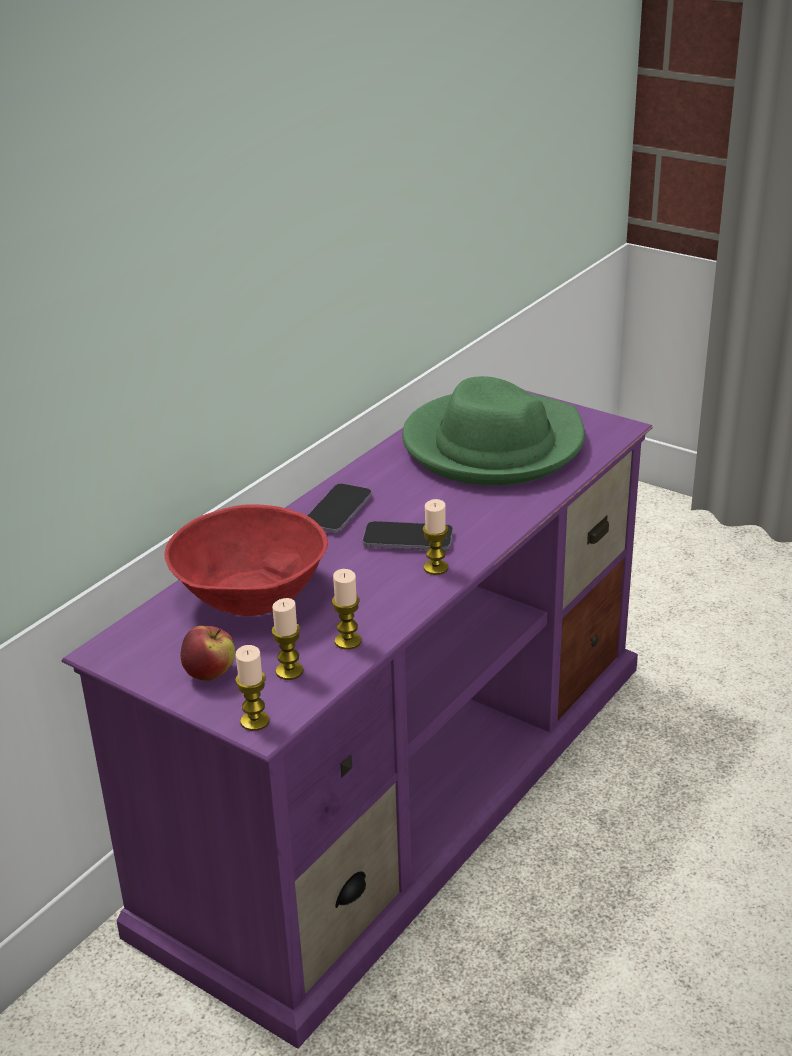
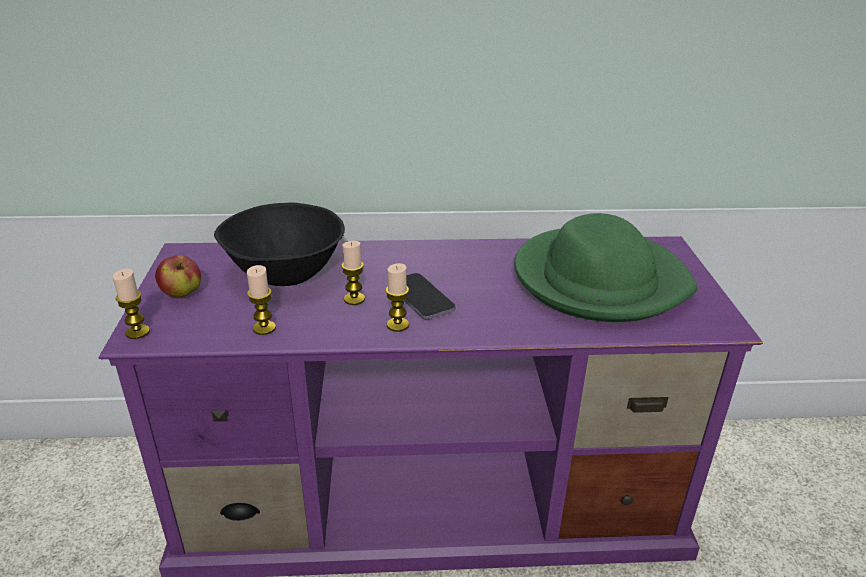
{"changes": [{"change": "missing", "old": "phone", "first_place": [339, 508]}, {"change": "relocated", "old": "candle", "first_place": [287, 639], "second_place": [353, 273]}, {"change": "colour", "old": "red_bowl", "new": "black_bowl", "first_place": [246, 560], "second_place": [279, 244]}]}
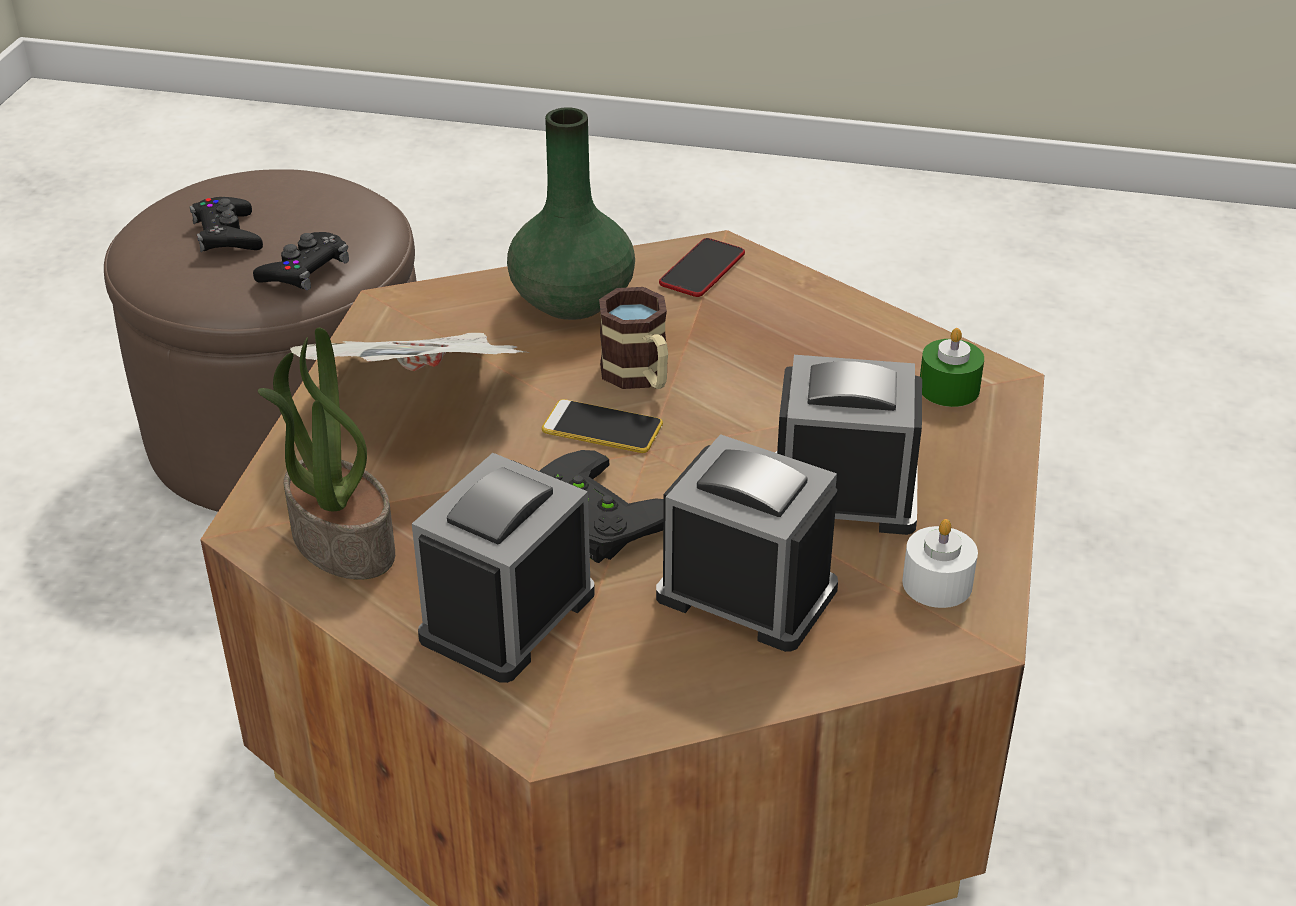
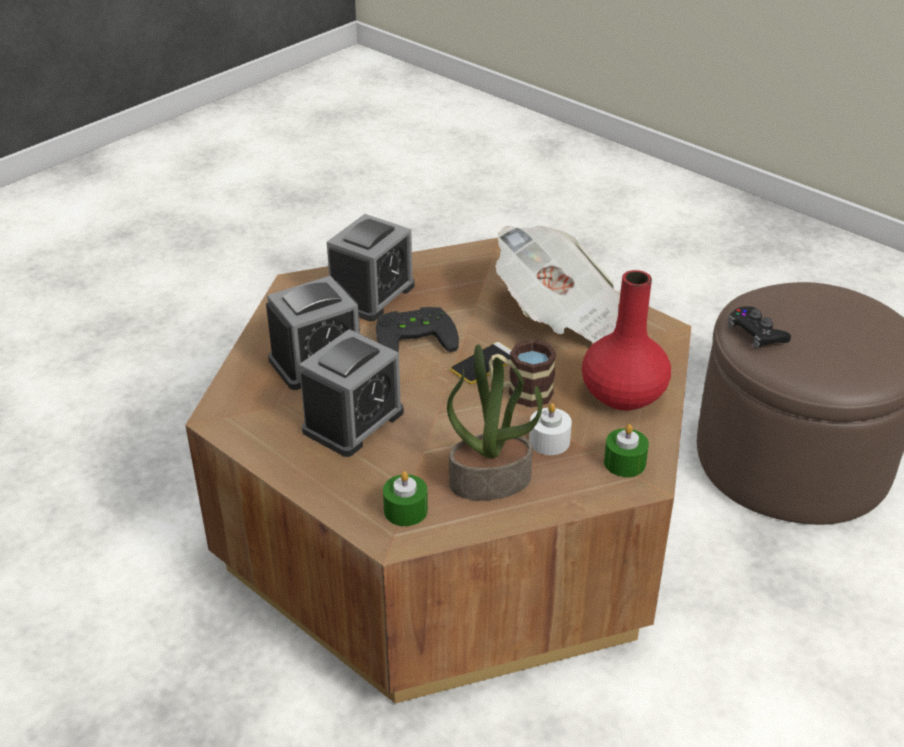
{"changes": [{"change": "missing", "old": "black_game_controller", "first_place": [226, 225]}, {"change": "relocated", "old": "potted_plant", "first_place": [326, 454], "second_place": [495, 422]}, {"change": "relocated", "old": "white_candle", "first_place": [940, 563], "second_place": [550, 429]}, {"change": "exchanged", "old": "phone", "new": "green_candle", "first_place": [702, 267], "second_place": [626, 450]}, {"change": "colour", "old": "green_vase", "new": "red_vase", "first_place": [571, 213], "second_place": [626, 340]}, {"change": "spun", "old": "alarm_clock", "first_place": [503, 568], "second_place": [371, 267], "degrees": 60}]}
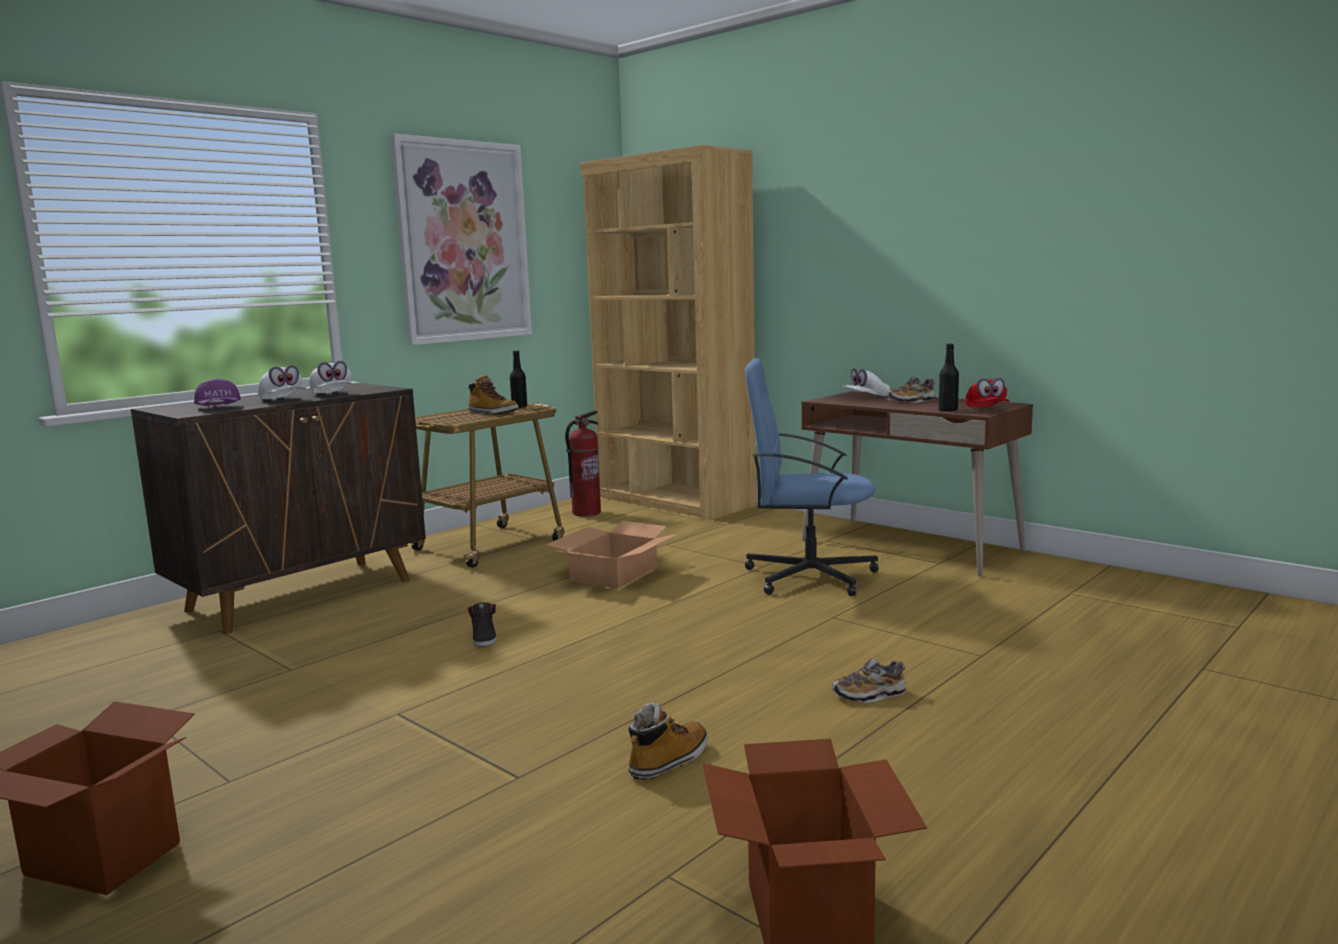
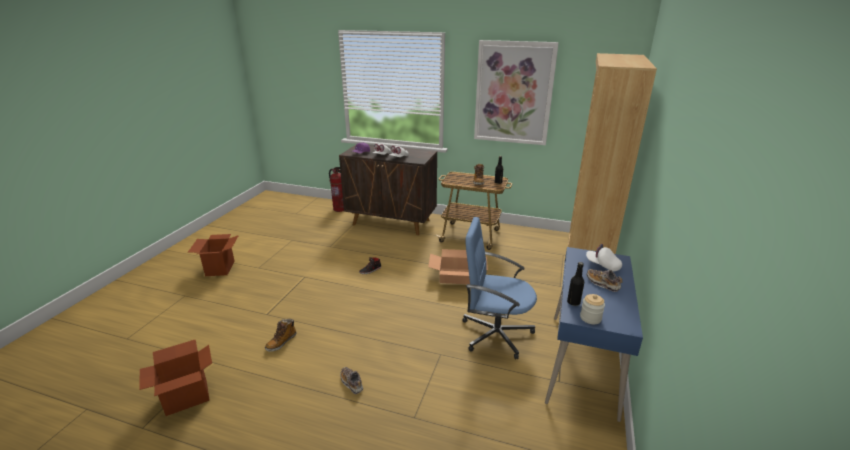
{"changes": [{"change": "relocated", "old": "fire_extinguisher", "first_place": [583, 463], "second_place": [336, 189]}, {"change": "exchanged", "old": "red_cap", "new": "jar", "first_place": [987, 392], "second_place": [592, 309]}, {"change": "colour", "old": "brown_desk", "new": "blue_desk", "first_place": [917, 484], "second_place": [594, 334]}, {"change": "spun", "old": "boot", "first_place": [668, 741], "second_place": [281, 335], "degrees": 105}, {"change": "spun", "old": "blue_office_chair", "first_place": [812, 477], "second_place": [499, 288], "degrees": -60}]}
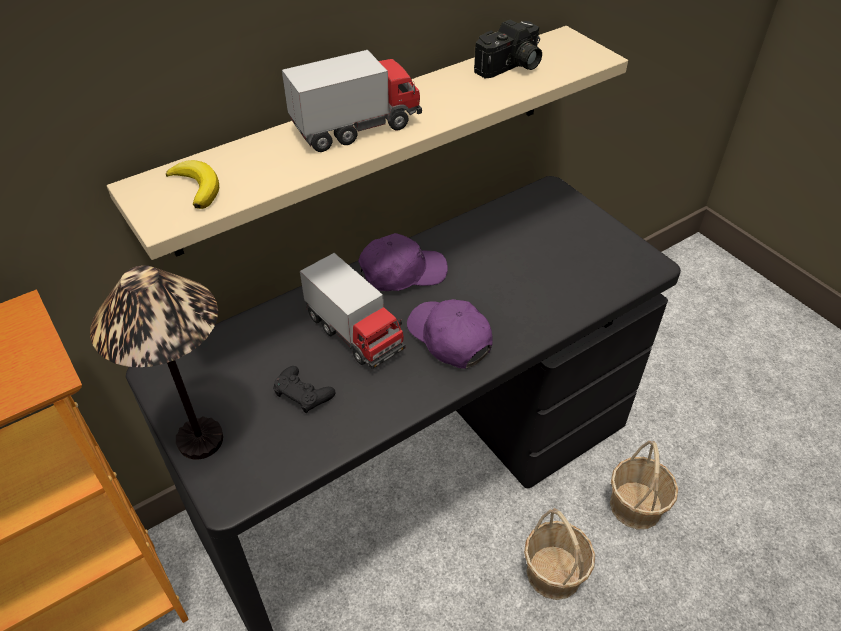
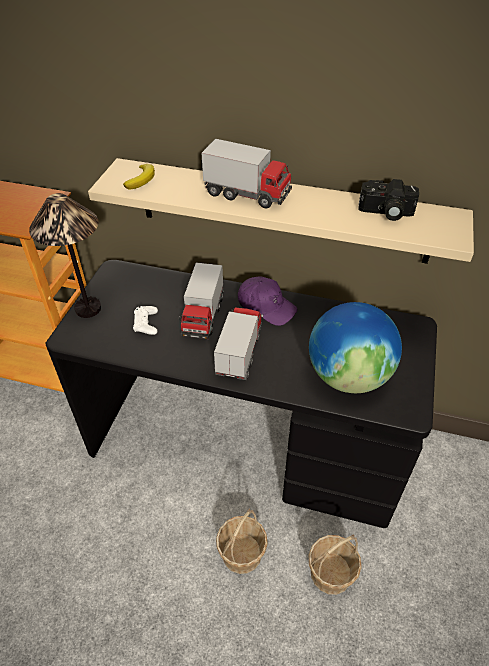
{"changes": [{"change": "appeared", "new": "globe", "second_place": [355, 347]}, {"change": "exchanged", "old": "purple_cap", "new": "toy_truck", "first_place": [450, 334], "second_place": [238, 344]}, {"change": "colour", "old": "black_game_controller", "new": "white_game_controller", "first_place": [304, 389], "second_place": [145, 320]}]}
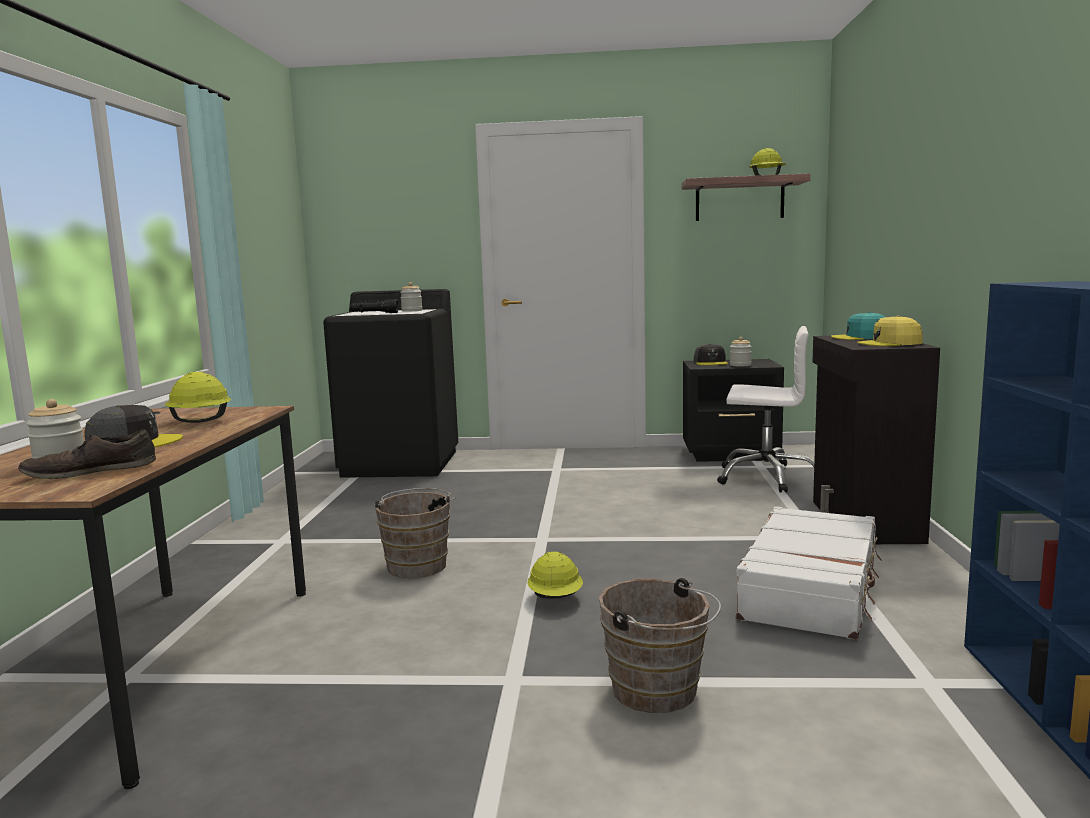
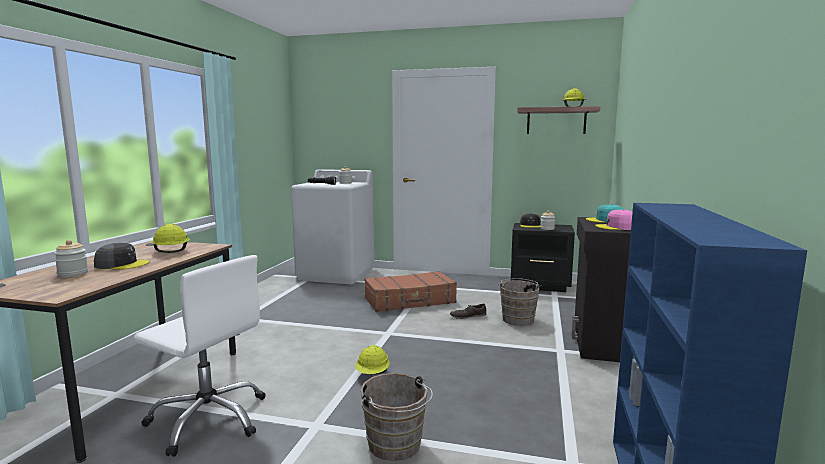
{"changes": [{"change": "missing", "old": "white_suitcase", "first_place": [809, 573]}, {"change": "appeared", "new": "brown_suitcase", "second_place": [411, 291]}, {"change": "relocated", "old": "brown_shoe", "first_place": [87, 454], "second_place": [468, 311]}, {"change": "relocated", "old": "brown_bucket", "first_place": [414, 533], "second_place": [520, 302]}, {"change": "relocated", "old": "white_office_chair", "first_place": [765, 409], "second_place": [200, 356]}, {"change": "colour", "old": "black_washing_machine", "new": "white_washing_machine", "first_place": [390, 383], "second_place": [332, 226]}, {"change": "colour", "old": "yellow_cap", "new": "pink_cap", "first_place": [890, 331], "second_place": [613, 219]}]}
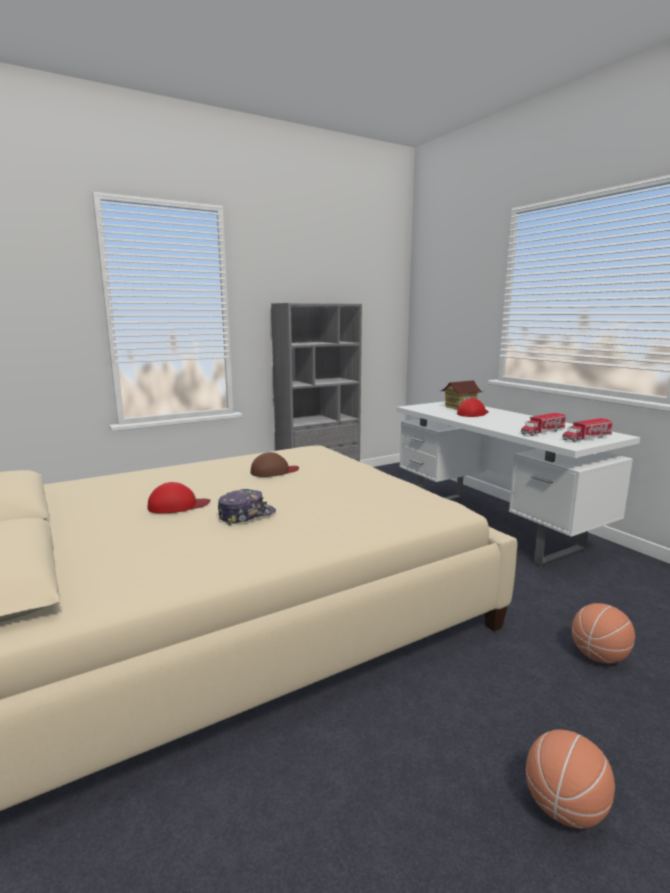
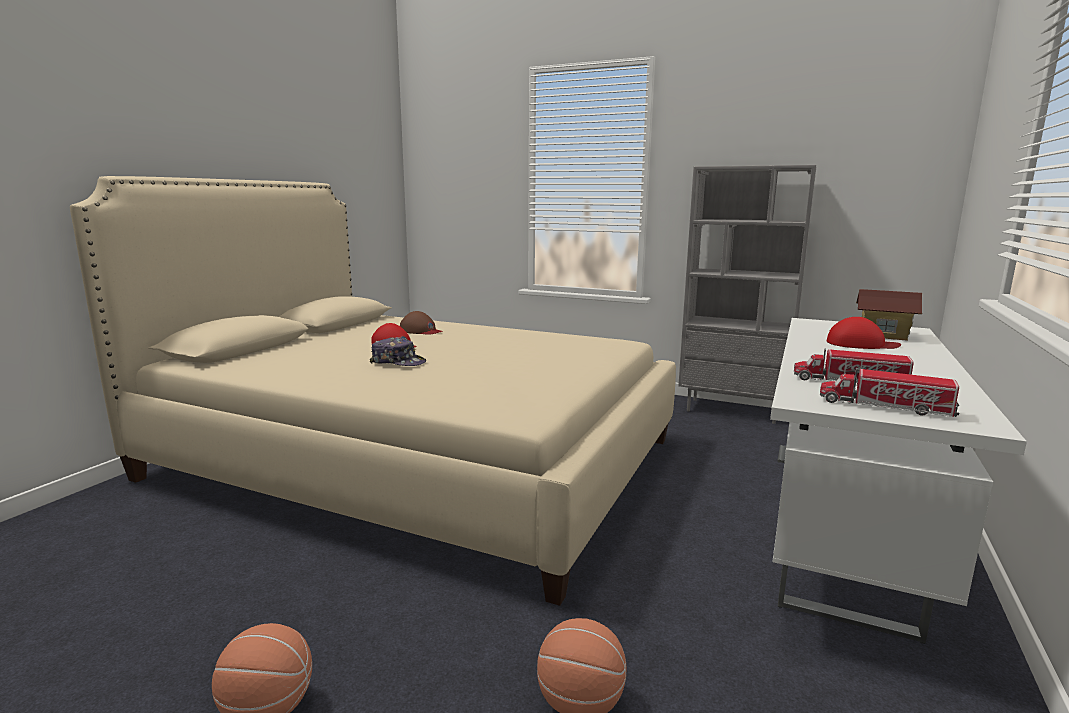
{"changes": [{"change": "relocated", "old": "brown_cap", "first_place": [275, 464], "second_place": [421, 323]}]}
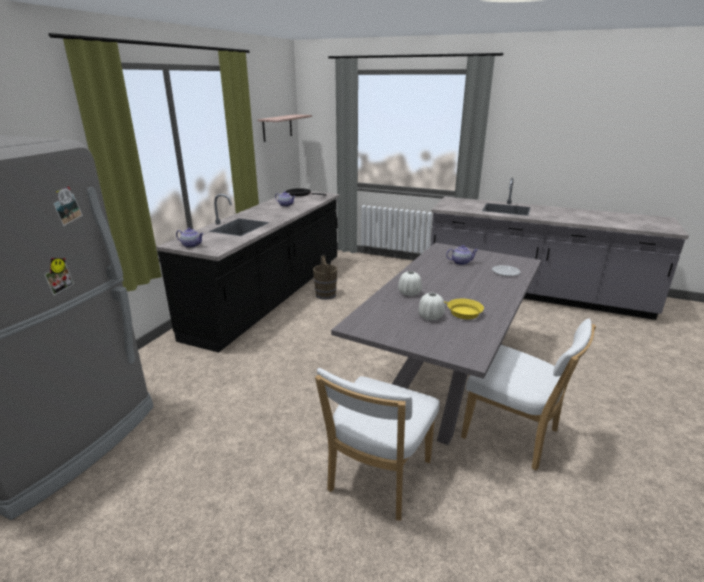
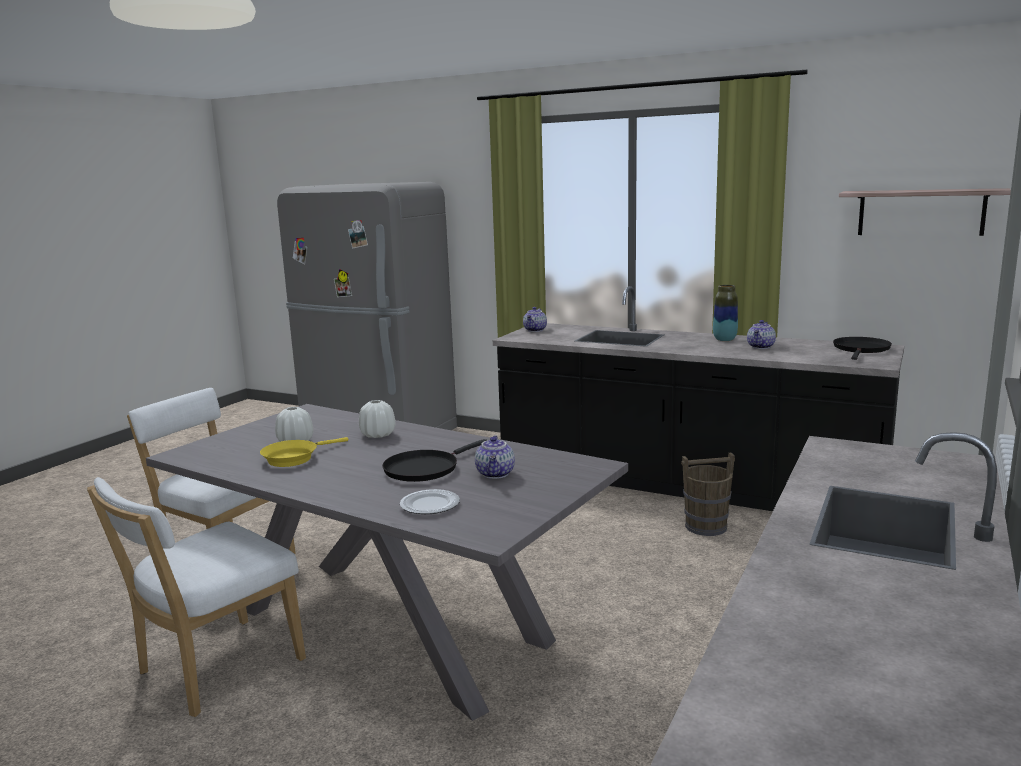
{"changes": [{"change": "appeared", "new": "black_frying_pan", "second_place": [434, 460]}, {"change": "appeared", "new": "vase", "second_place": [725, 313]}]}
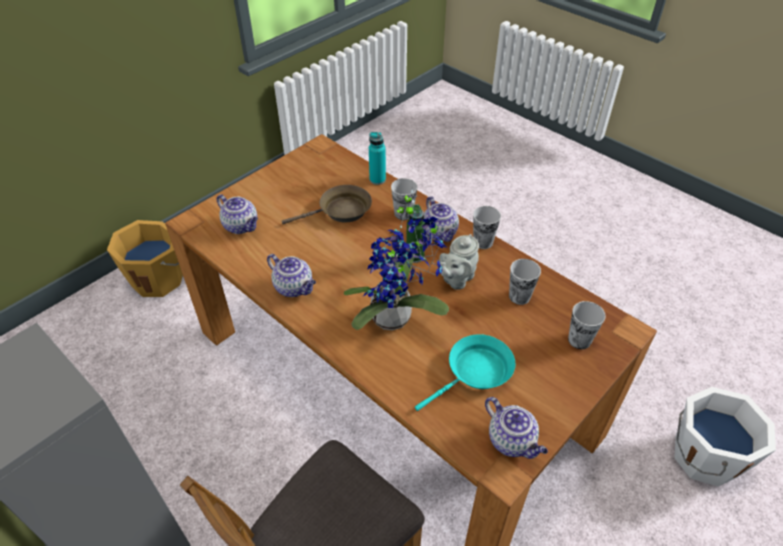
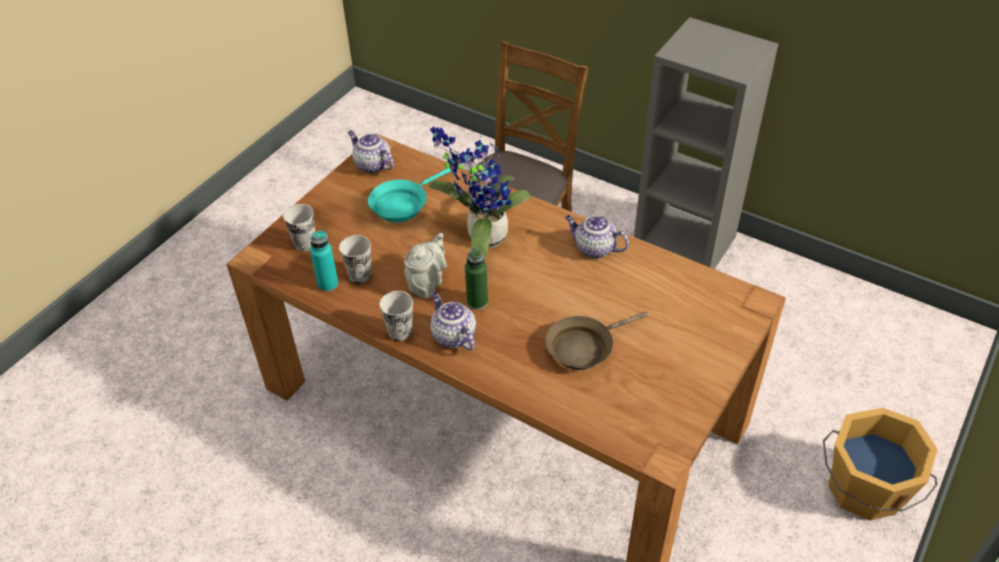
{"changes": [{"change": "missing", "old": "teapot", "first_place": [237, 214]}, {"change": "missing", "old": "cup", "first_place": [404, 199]}, {"change": "missing", "old": "white_bucket", "first_place": [725, 436]}, {"change": "relocated", "old": "turquoise_bottle", "first_place": [377, 158], "second_place": [324, 261]}]}
